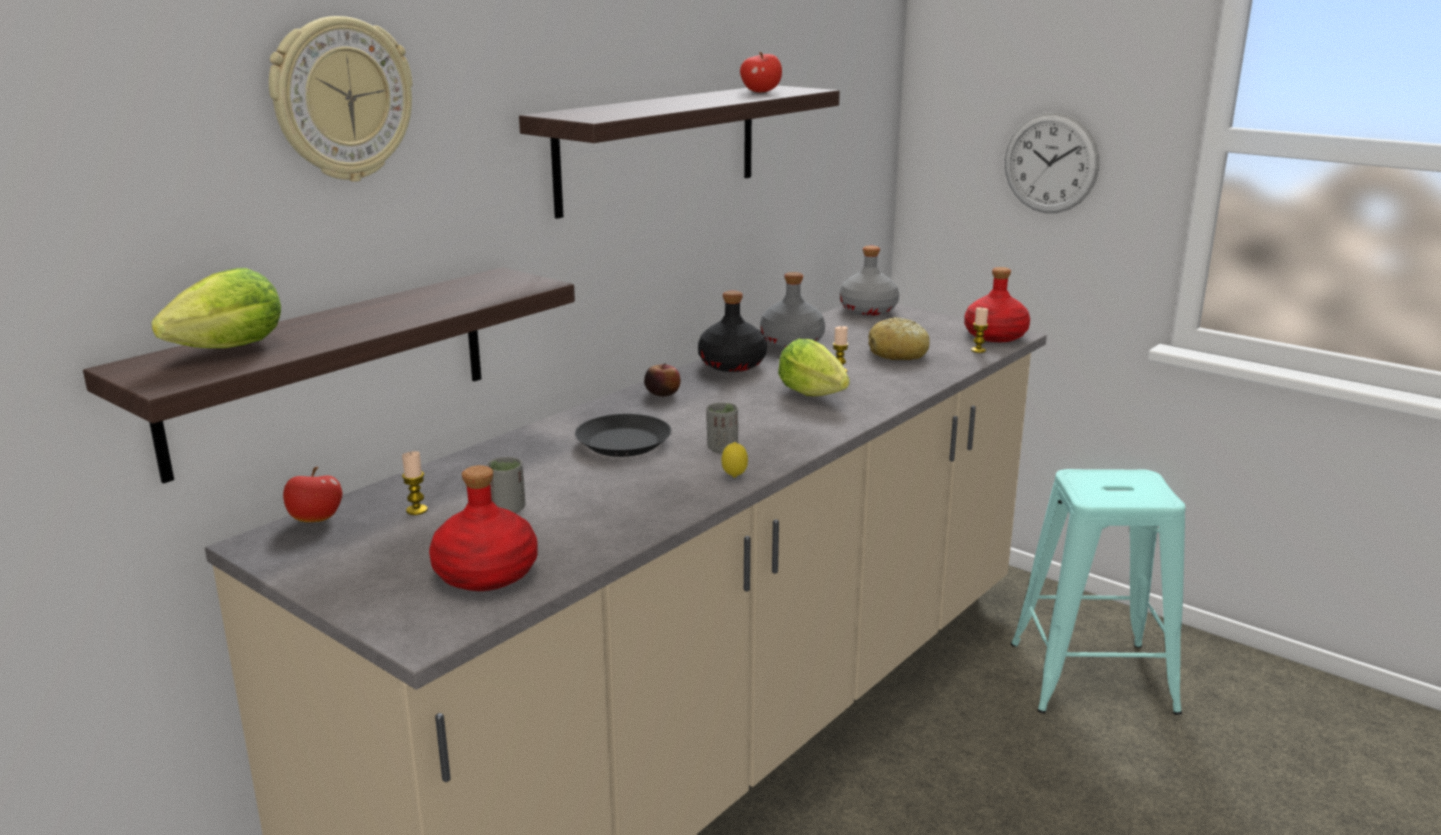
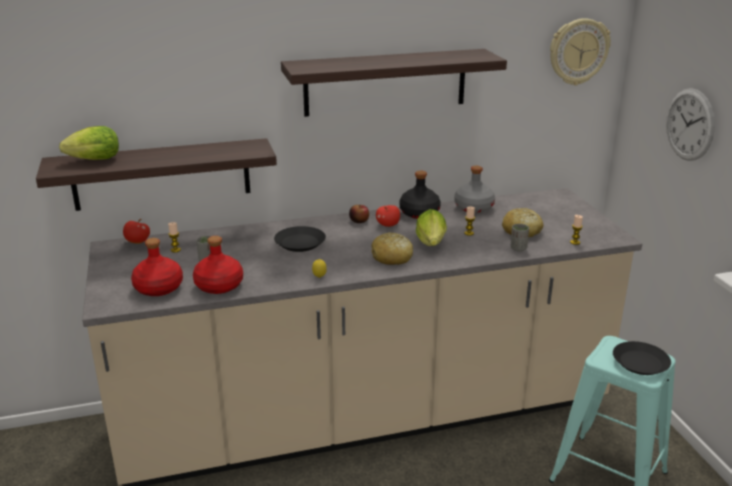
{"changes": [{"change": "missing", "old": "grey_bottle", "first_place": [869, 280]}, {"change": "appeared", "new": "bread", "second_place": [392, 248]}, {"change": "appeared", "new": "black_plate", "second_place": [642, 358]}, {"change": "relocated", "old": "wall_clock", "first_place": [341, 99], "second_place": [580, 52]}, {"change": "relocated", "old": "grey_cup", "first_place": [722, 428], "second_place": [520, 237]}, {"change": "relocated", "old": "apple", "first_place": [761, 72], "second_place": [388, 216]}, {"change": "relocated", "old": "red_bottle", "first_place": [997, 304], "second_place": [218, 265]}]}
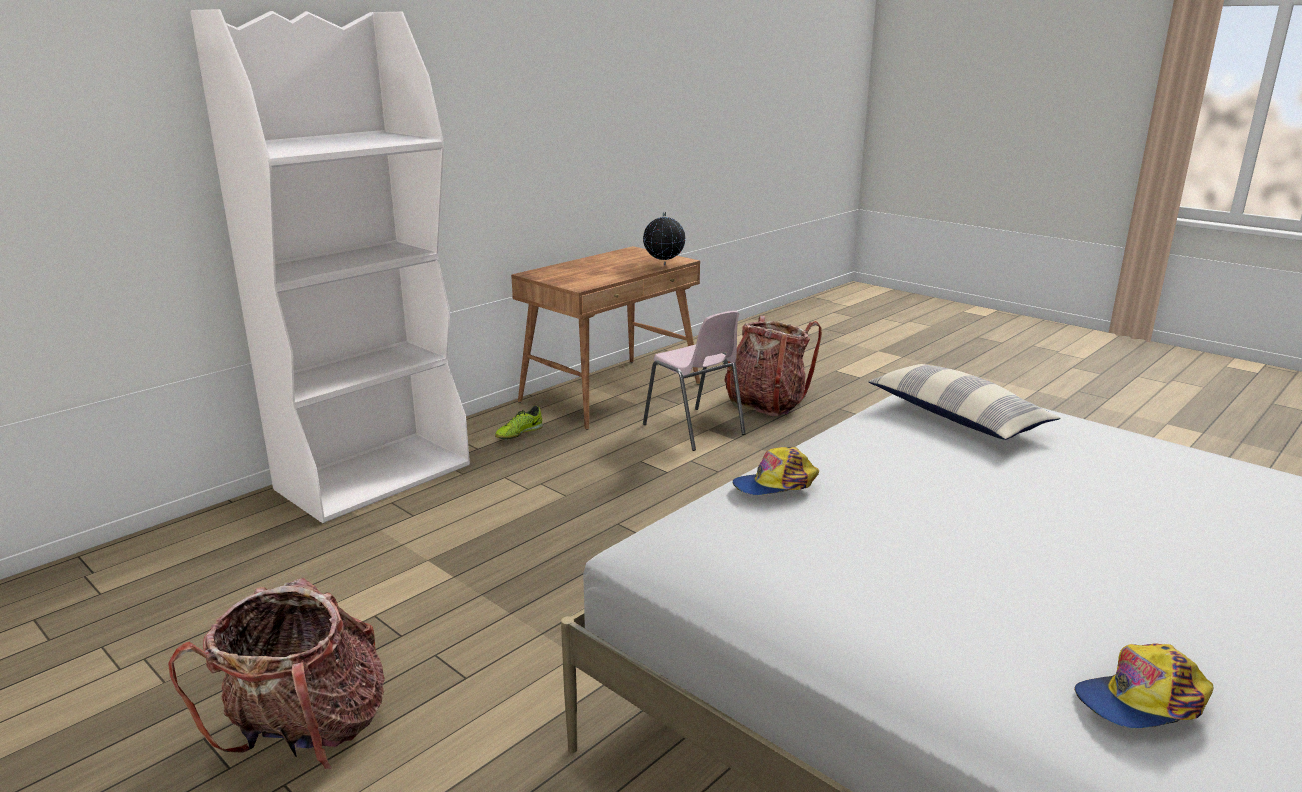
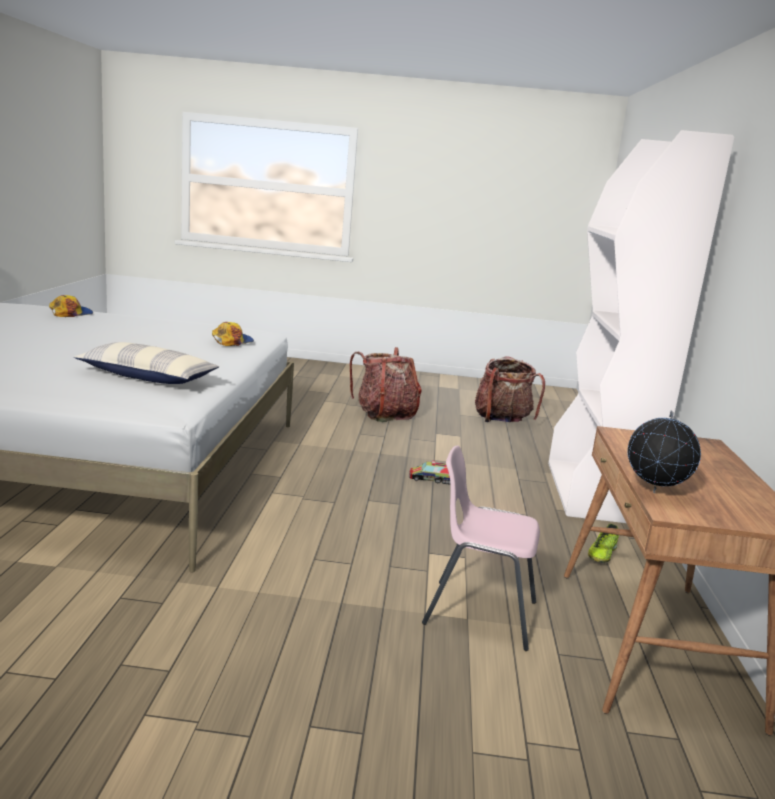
{"changes": [{"change": "appeared", "new": "toy_truck", "second_place": [429, 472]}, {"change": "relocated", "old": "backpack", "first_place": [773, 366], "second_place": [510, 389]}, {"change": "spun", "old": "shoe", "first_place": [519, 422], "second_place": [603, 543], "degrees": -150}]}
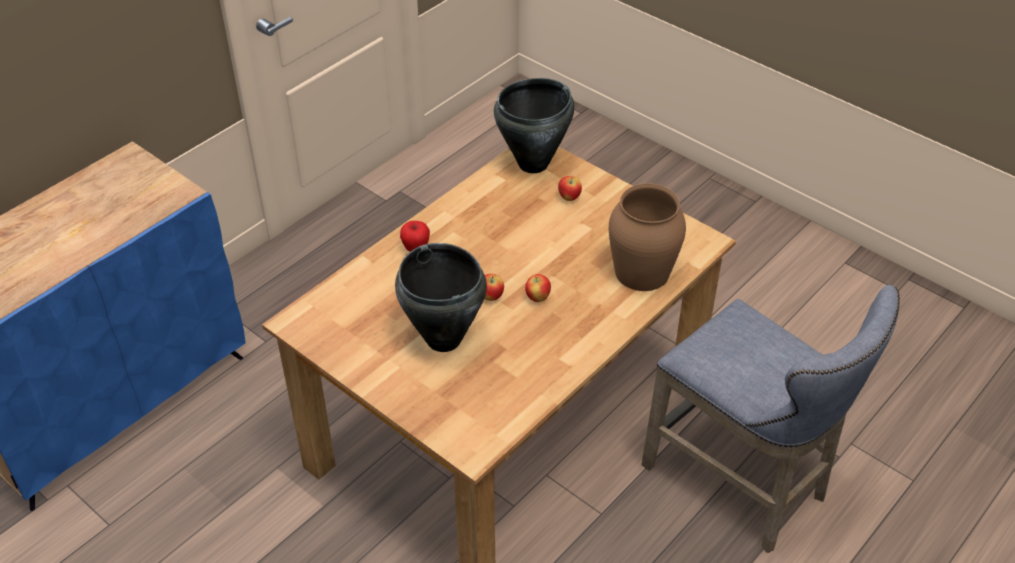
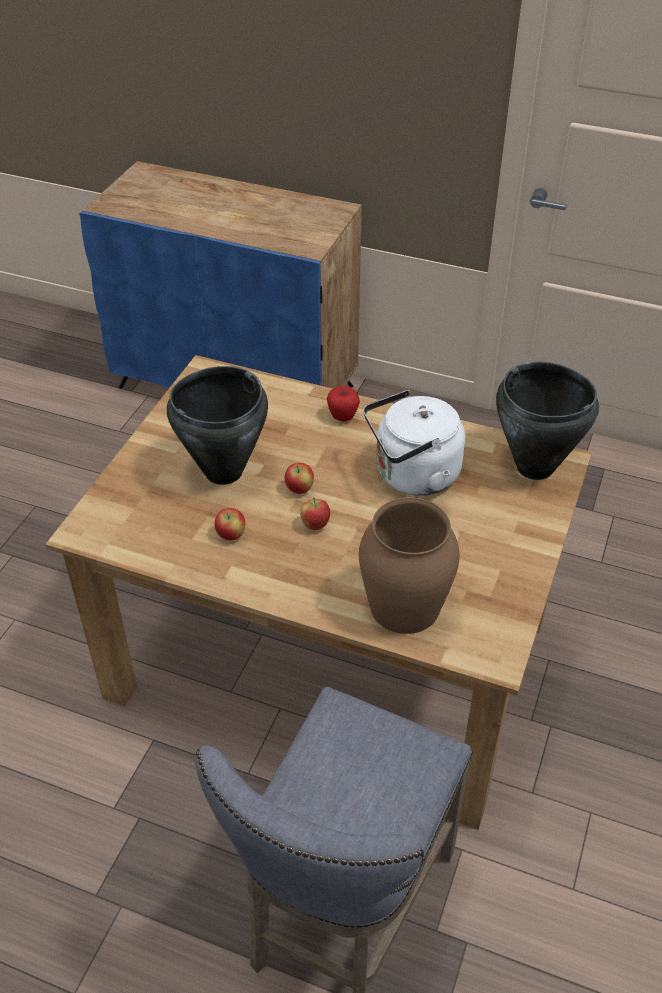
{"changes": [{"change": "appeared", "new": "white_kettle", "second_place": [414, 443]}, {"change": "relocated", "old": "apple", "first_place": [570, 188], "second_place": [229, 524]}]}
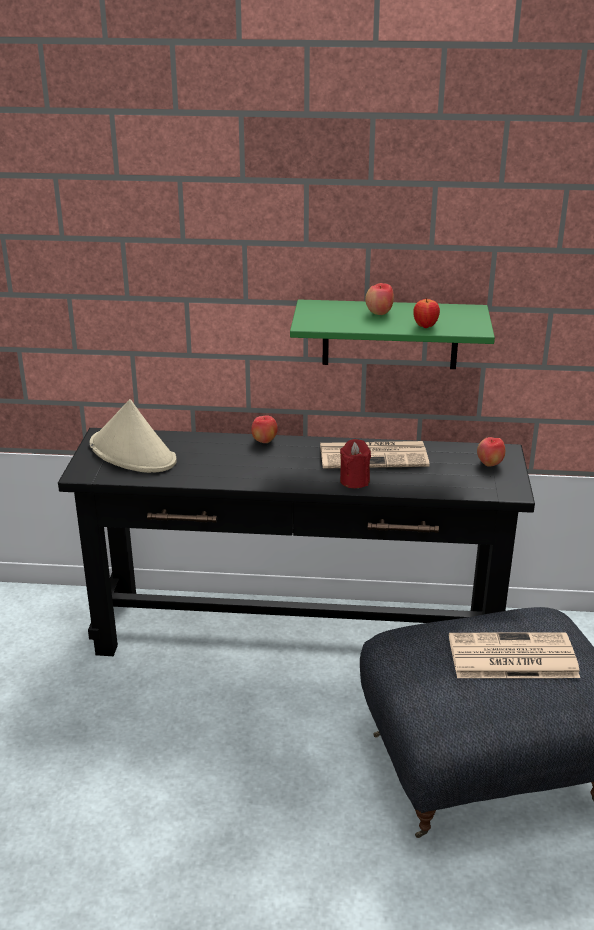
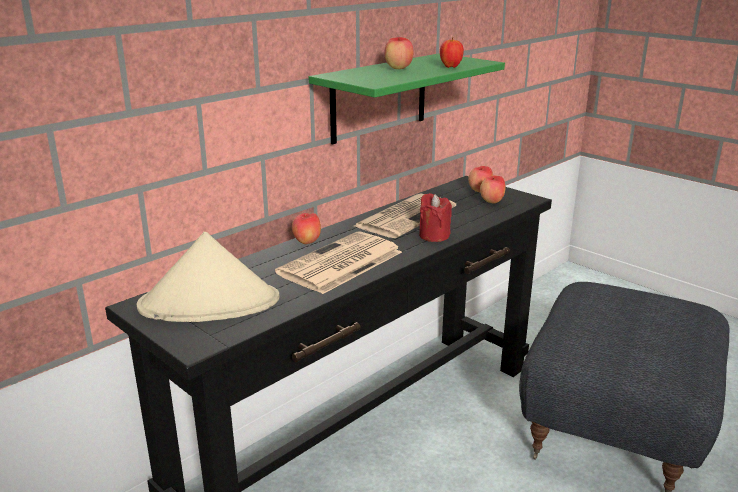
{"changes": [{"change": "appeared", "new": "apple", "second_place": [493, 189]}, {"change": "relocated", "old": "newspaper", "first_place": [514, 655], "second_place": [338, 262]}]}
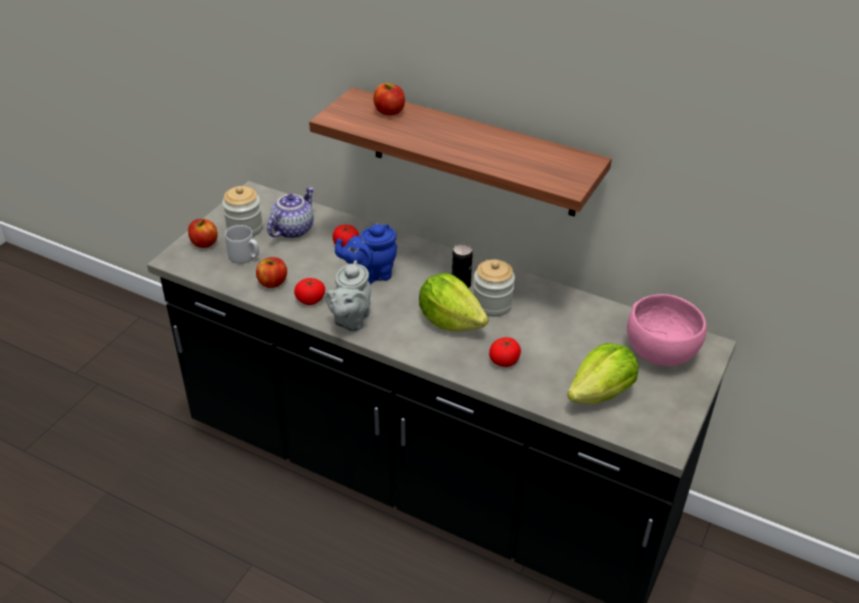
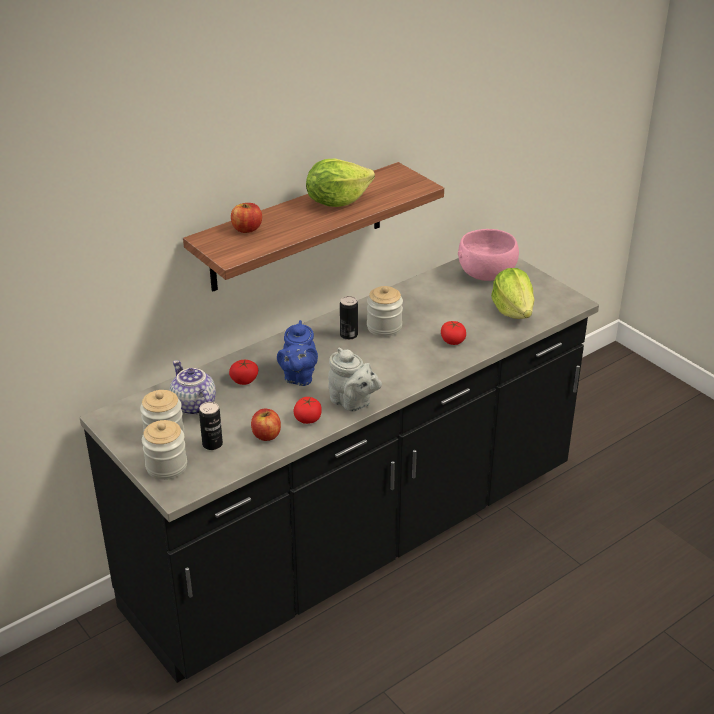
{"changes": [{"change": "relocated", "old": "lettuce", "first_place": [454, 302], "second_place": [340, 183]}, {"change": "exchanged", "old": "apple", "new": "jar", "first_place": [202, 233], "second_place": [164, 450]}, {"change": "exchanged", "old": "grey_mug", "new": "can", "first_place": [242, 244], "second_place": [211, 426]}]}
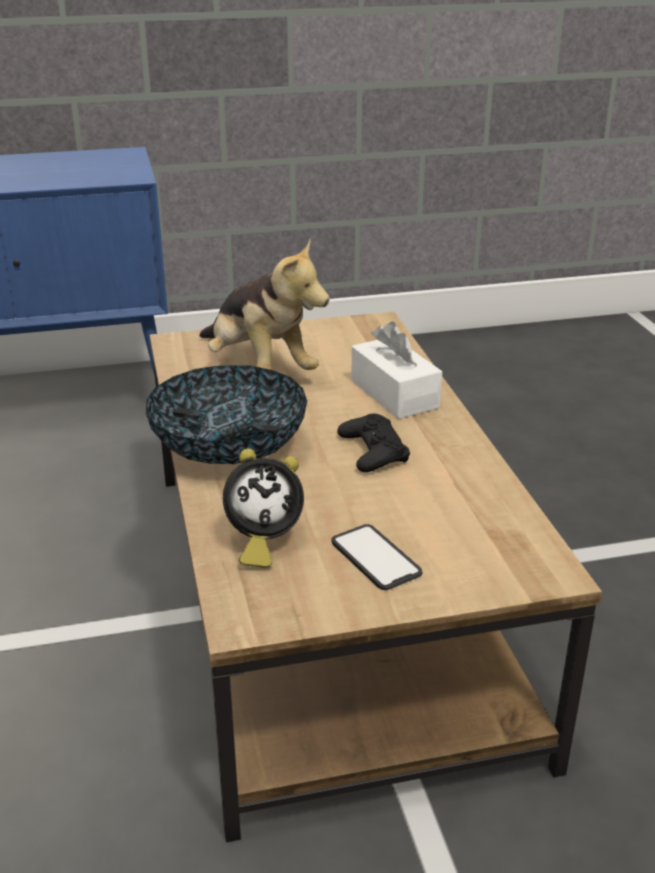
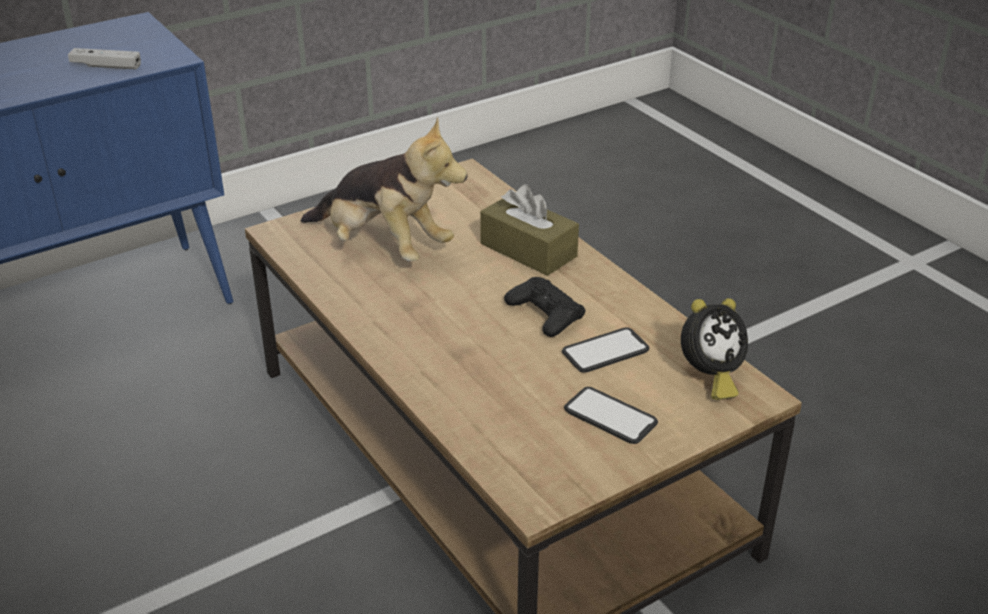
{"changes": [{"change": "missing", "old": "bowl", "first_place": [226, 414]}, {"change": "appeared", "new": "white_game_controller", "second_place": [104, 59]}, {"change": "appeared", "new": "phone", "second_place": [605, 349]}, {"change": "relocated", "old": "alarm_clock", "first_place": [263, 508], "second_place": [714, 349]}, {"change": "colour", "old": "white_tissue_box", "new": "brown_tissue_box", "first_place": [397, 370], "second_place": [529, 230]}]}
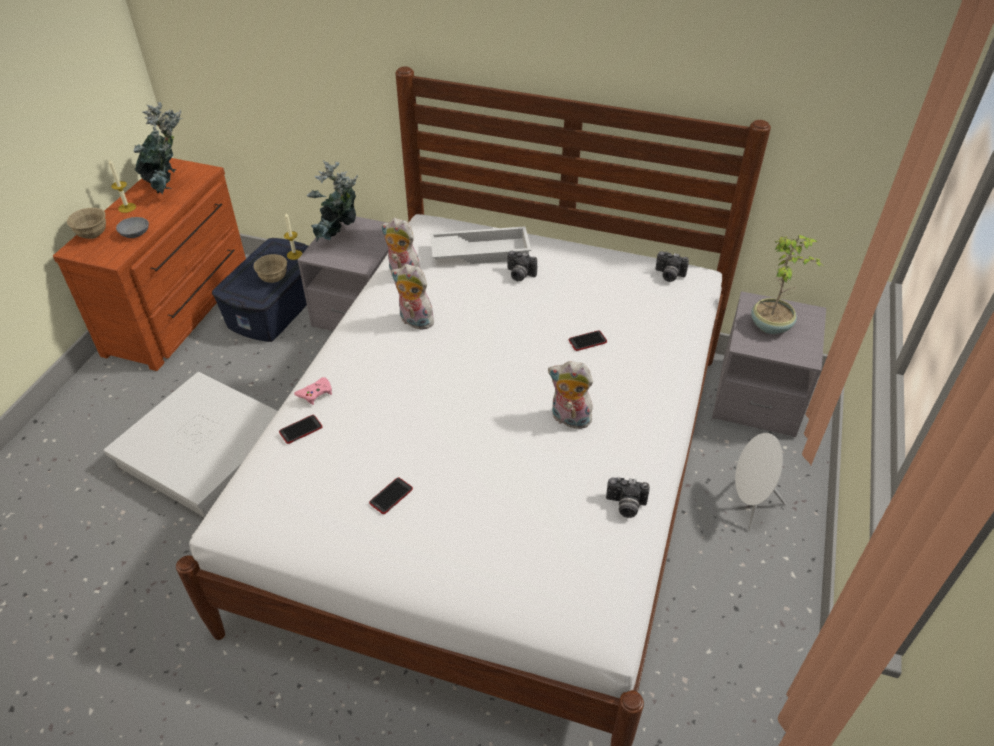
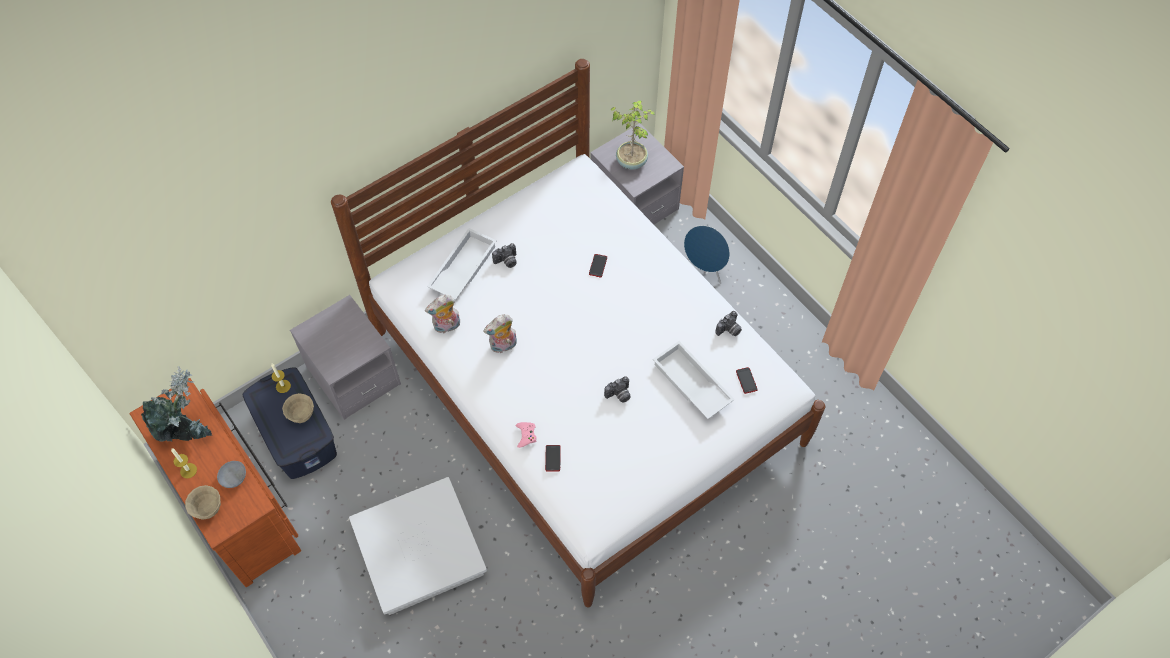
{"changes": [{"change": "missing", "old": "potted_plant", "first_place": [332, 202]}, {"change": "missing", "old": "plush_toy", "first_place": [570, 395]}, {"change": "appeared", "new": "white_tray", "second_place": [694, 380]}, {"change": "relocated", "old": "phone", "first_place": [391, 495], "second_place": [747, 380]}, {"change": "relocated", "old": "photo_camera", "first_place": [672, 266], "second_place": [617, 389]}, {"change": "colour", "old": "white_speaker", "new": "blue_speaker", "first_place": [760, 482], "second_place": [707, 254]}]}
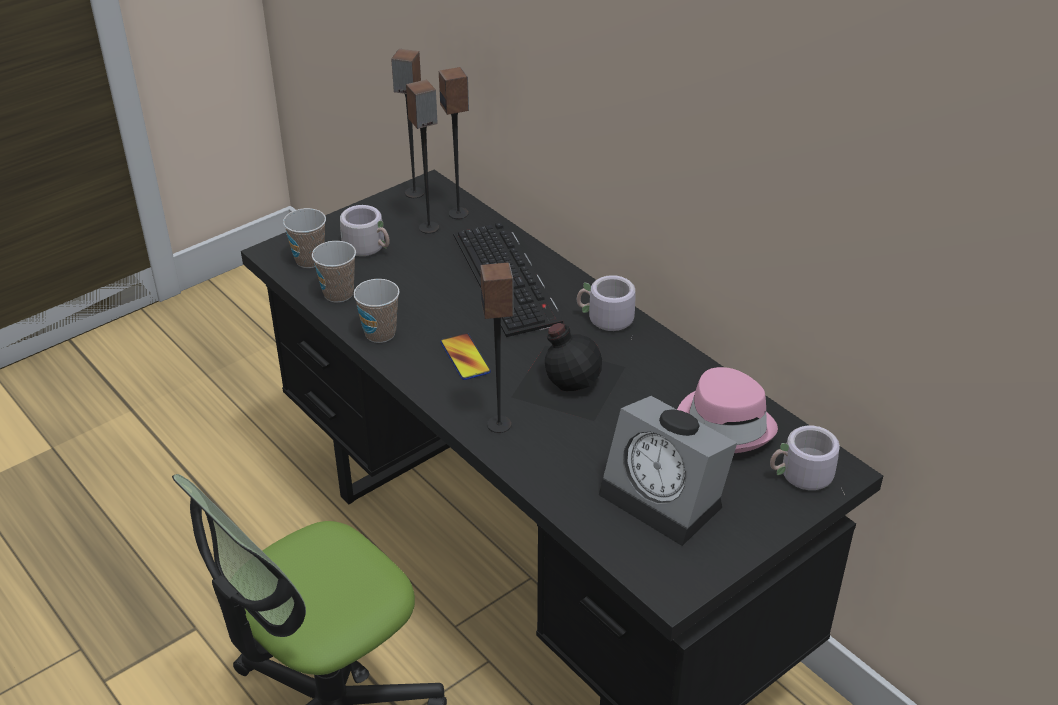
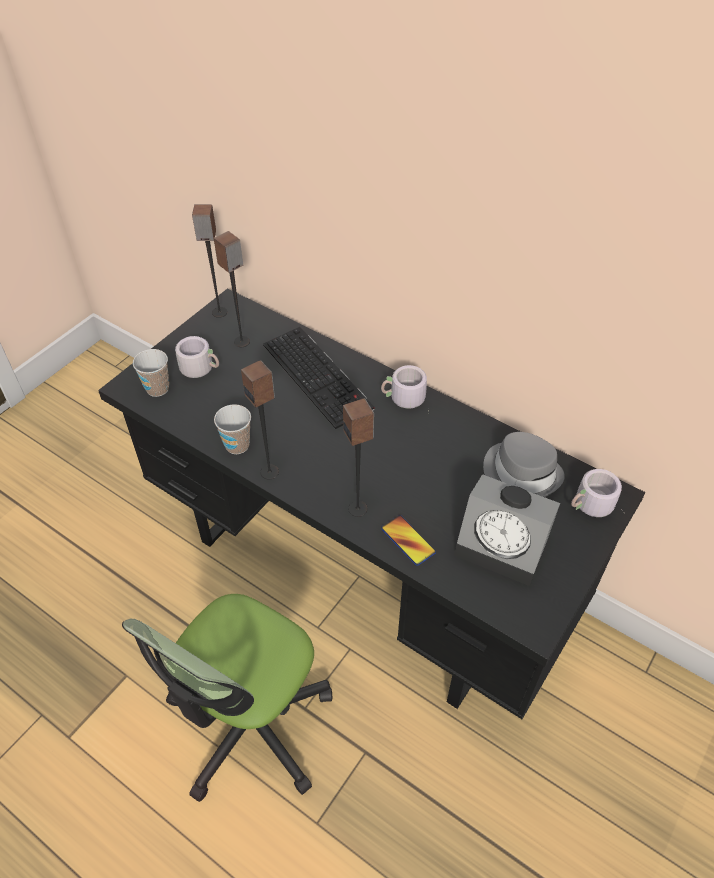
{"changes": [{"change": "missing", "old": "cup", "first_place": [334, 272]}, {"change": "missing", "old": "black_bottle", "first_place": [568, 372]}, {"change": "relocated", "old": "speaker", "first_place": [454, 143], "second_place": [260, 420]}, {"change": "relocated", "old": "phone", "first_place": [465, 356], "second_place": [408, 540]}, {"change": "colour", "old": "pink_hat", "new": "grey_hat", "first_place": [727, 410], "second_place": [524, 464]}]}
